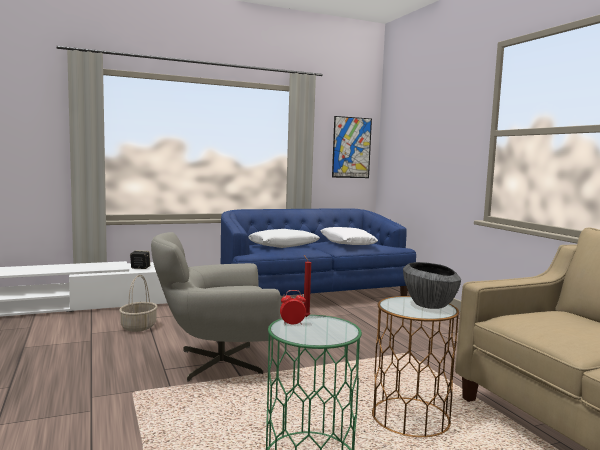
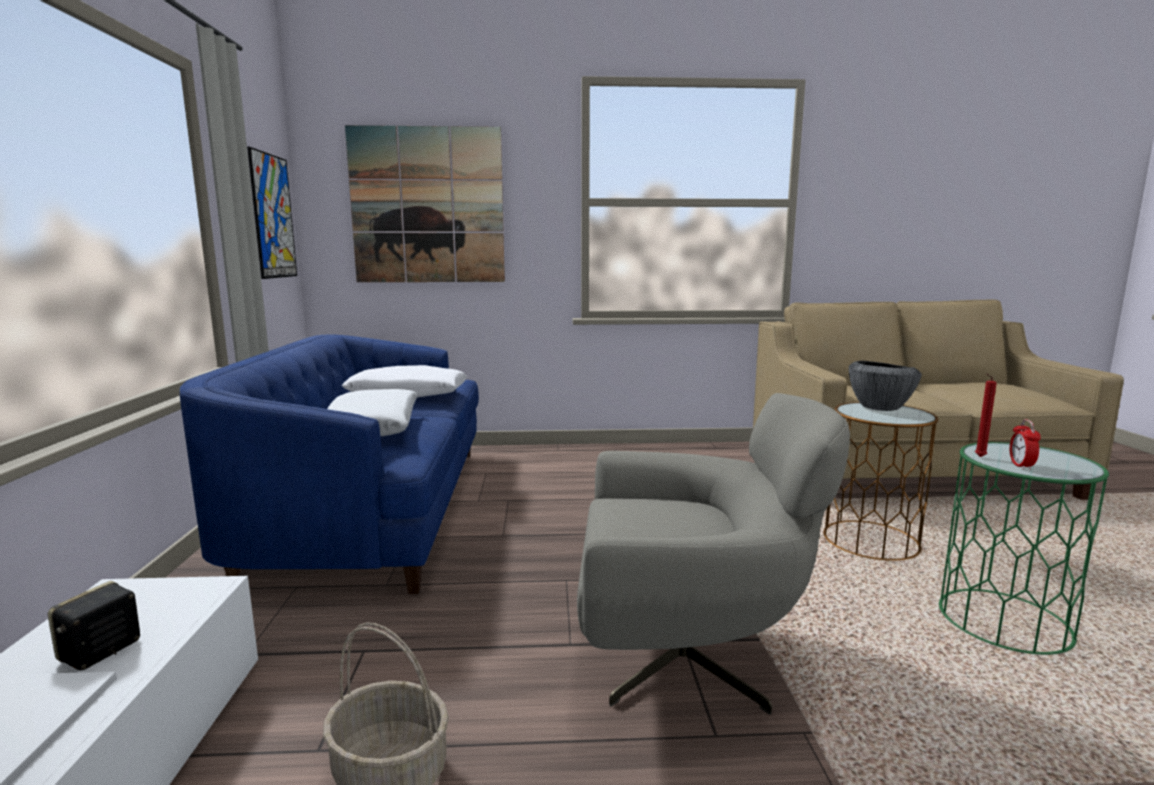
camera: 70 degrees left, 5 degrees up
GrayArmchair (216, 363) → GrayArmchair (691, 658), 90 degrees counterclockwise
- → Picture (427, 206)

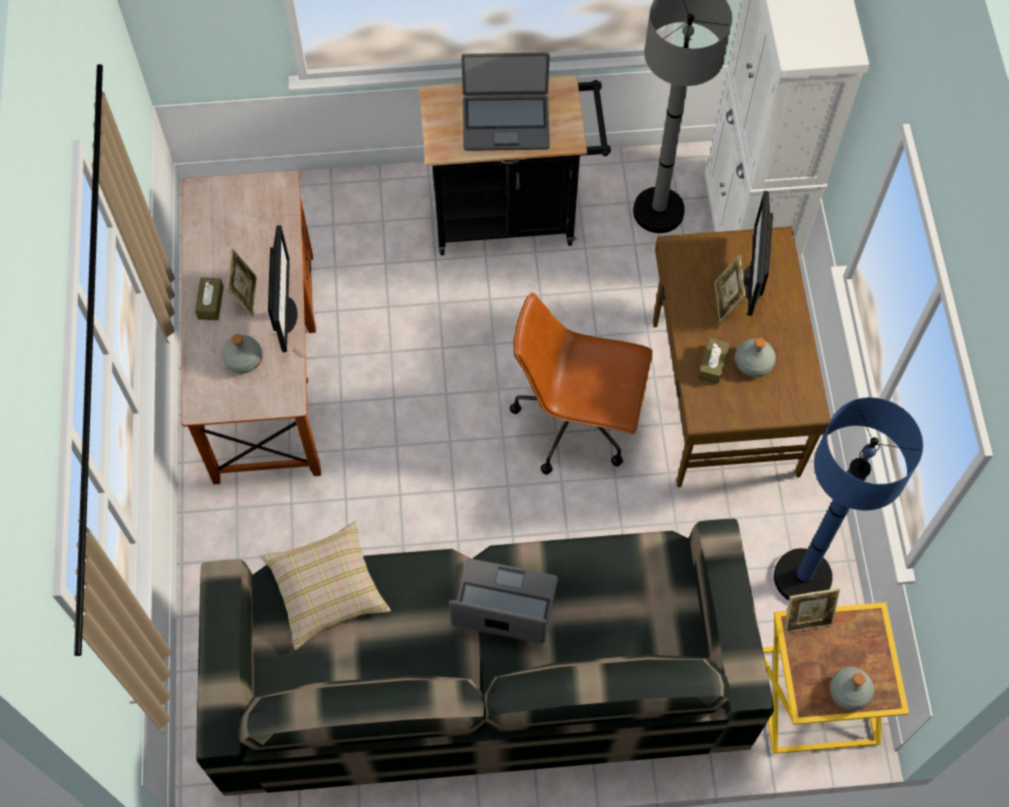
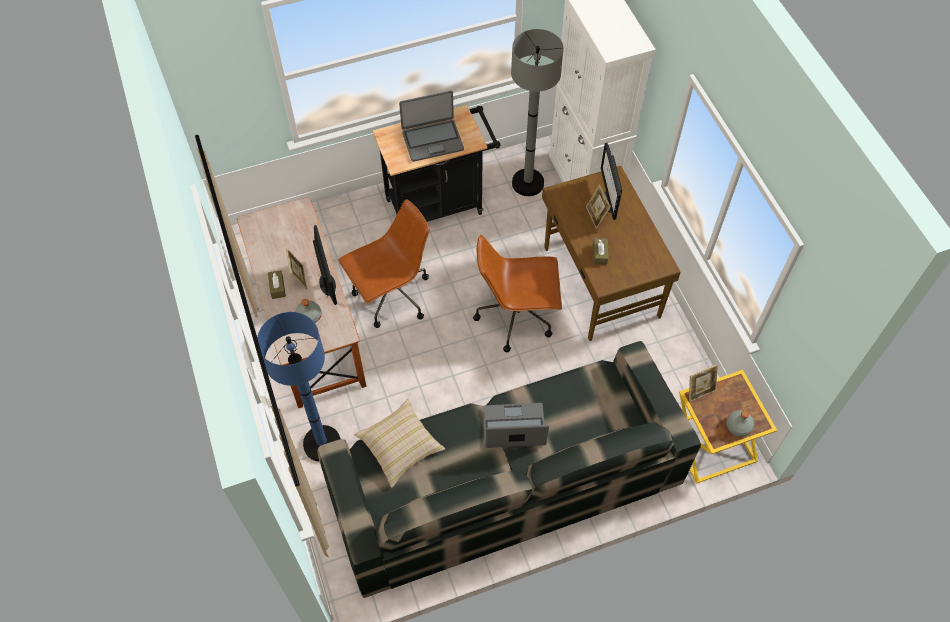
camera: 15 degrees left, 5 degrees down
GrayDrinkBottle (753, 362) → -
BlueStandardLamp (802, 577) → BlueStandardLamp (322, 444), move
- → BrownComputerChair (391, 297)

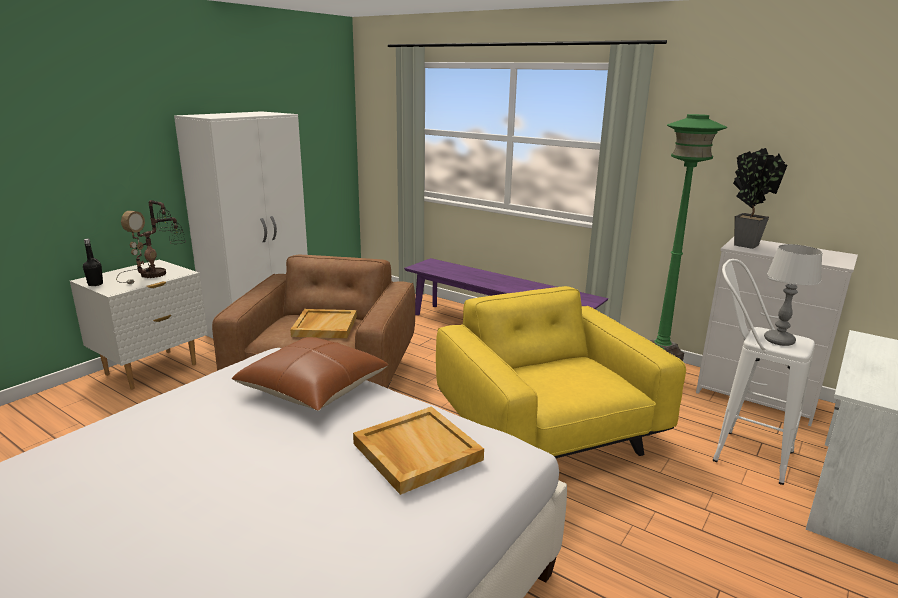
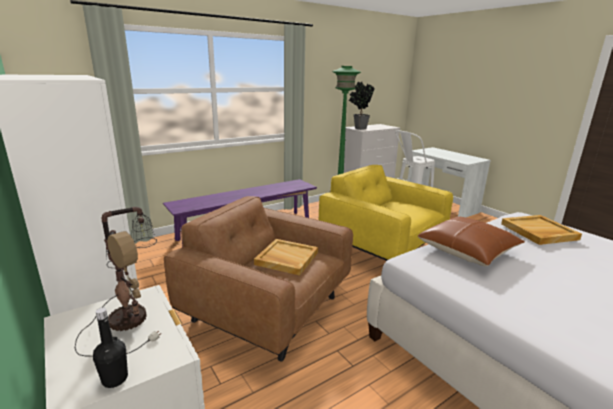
camera: 70 degrees left, 0 degrees up
TabletopLamp (778, 341) → -
YellowArmchair (546, 433) → YellowArmchair (382, 246), 45 degrees clockwise

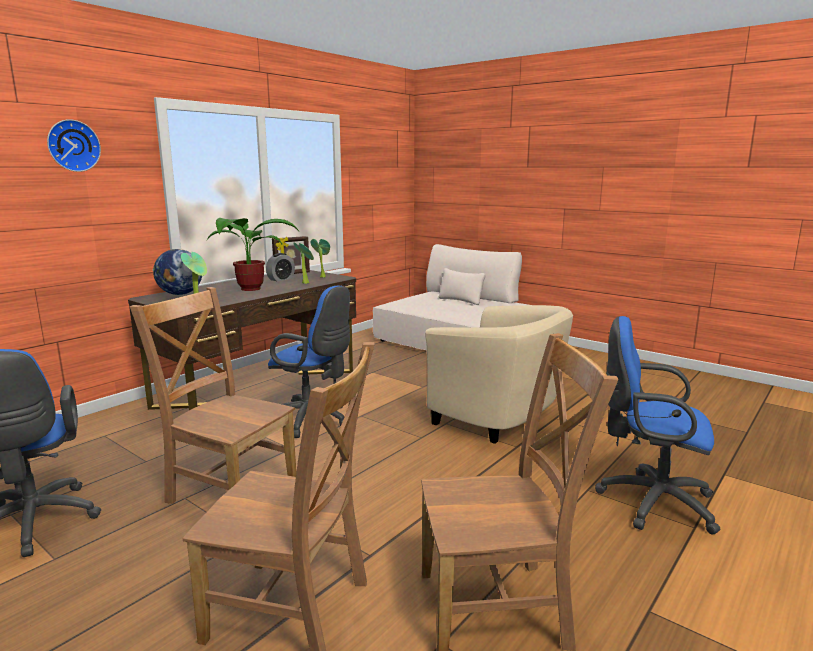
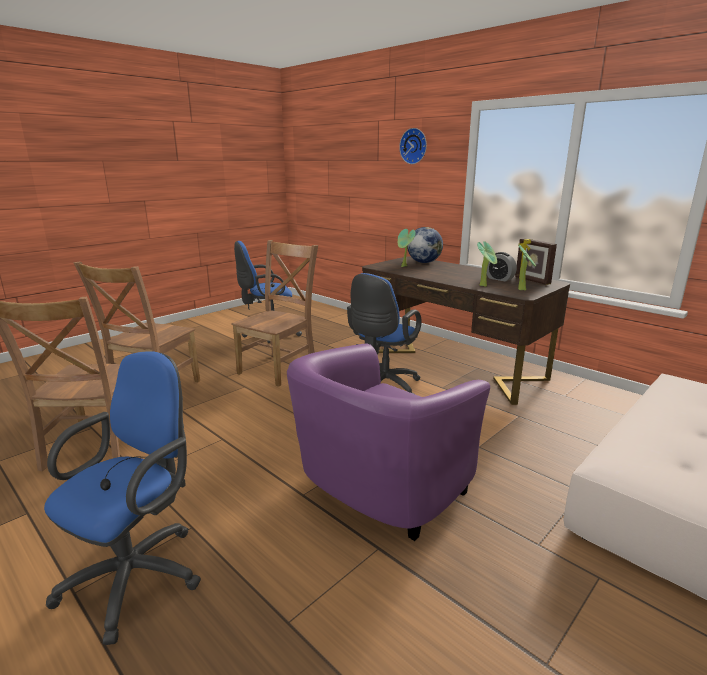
camera: 95 degrees right, 5 degrees up
Houseplant (249, 290) → -
SandColouredArmchair (500, 419) → PurpleColouredArmchair (377, 494)

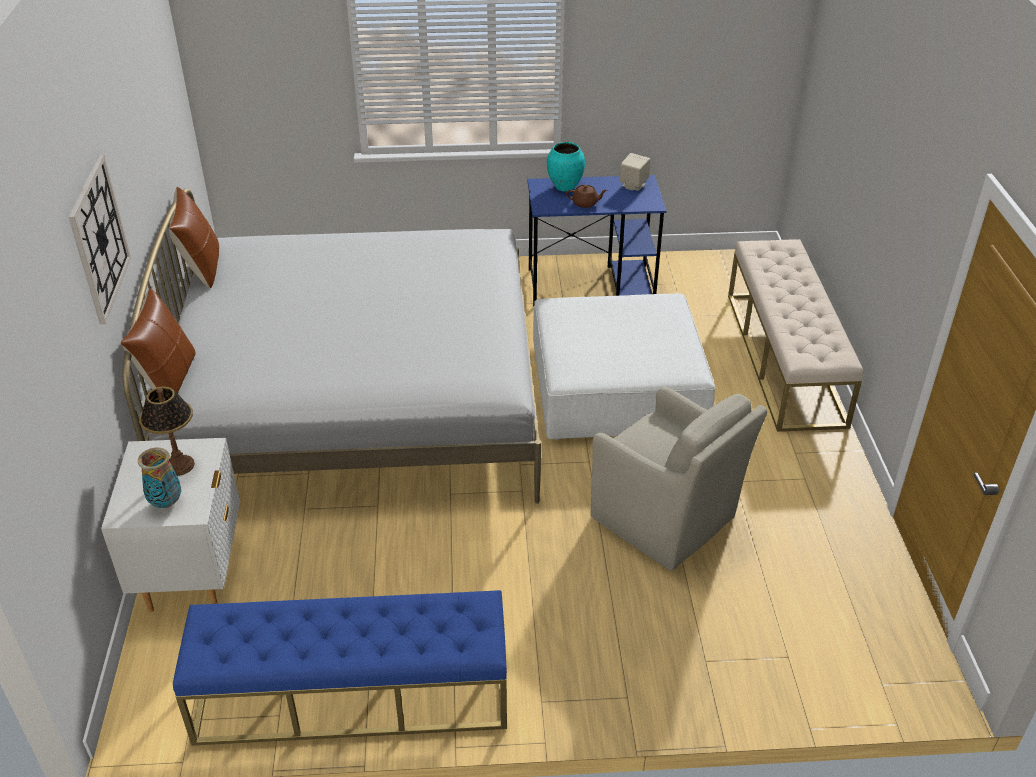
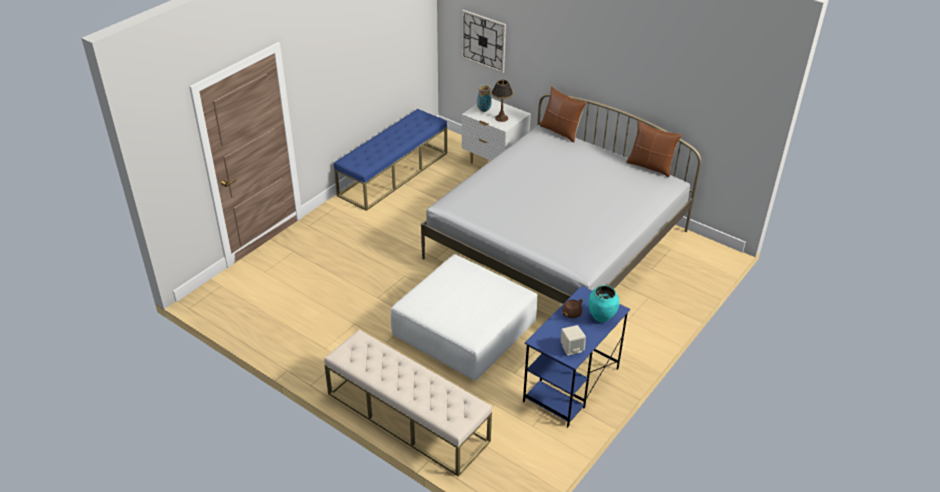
camera: 130 degrees right, 0 degrees up
HangingClock (99, 239) → HangingClock (483, 41), move
SandColouredArmchair (666, 520) → -

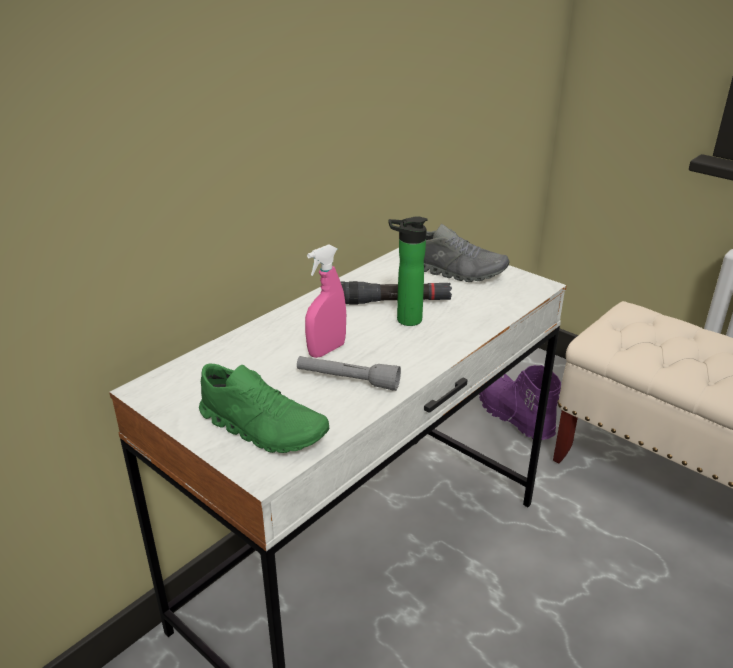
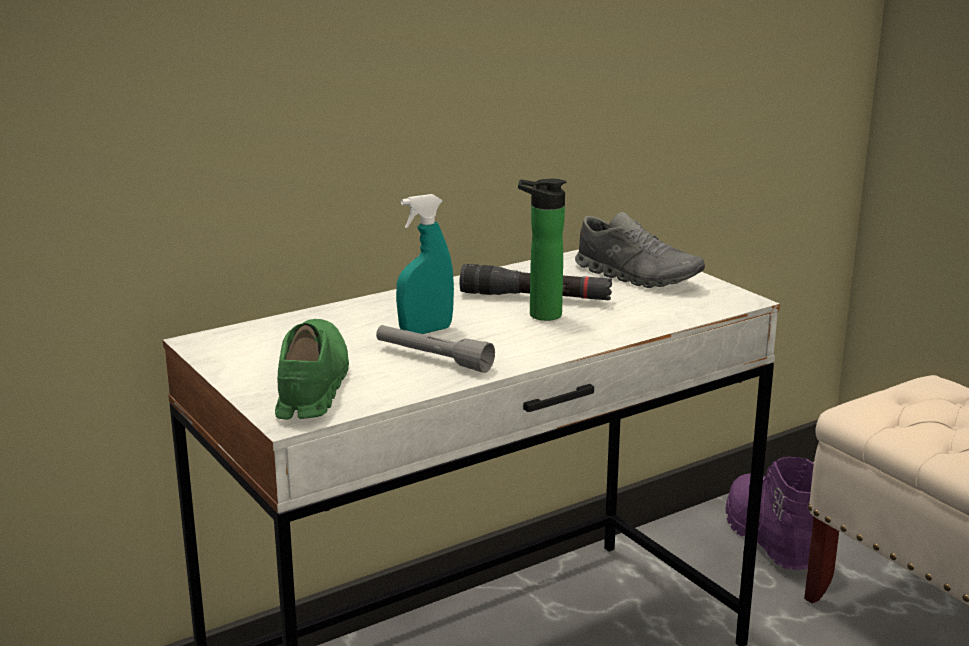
camera: 15 degrees right, 10 degrees down
PinkColouredSprayer (326, 350) → BlueGreenSprayer (425, 331)
GreenishLowShoe (263, 428) → GreenishLowShoe (310, 386), 135 degrees counterclockwise

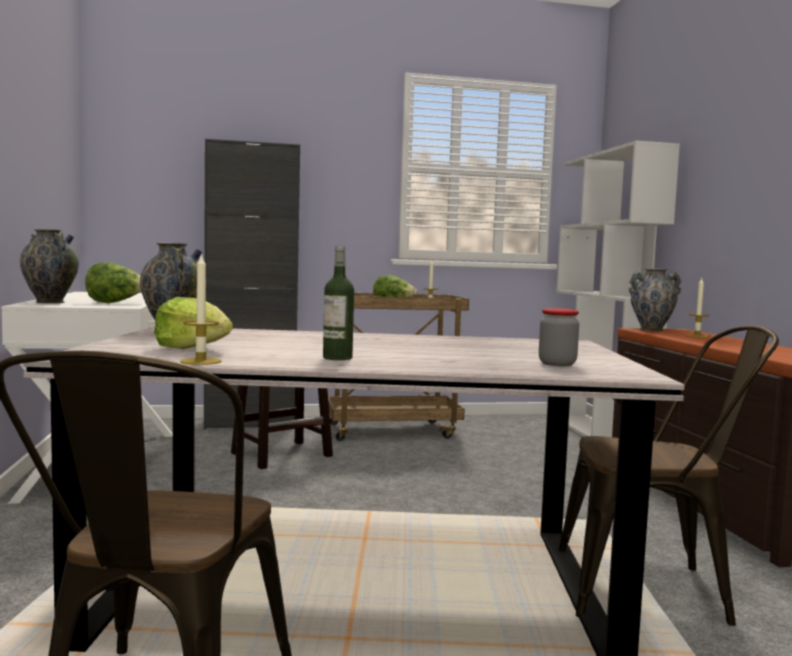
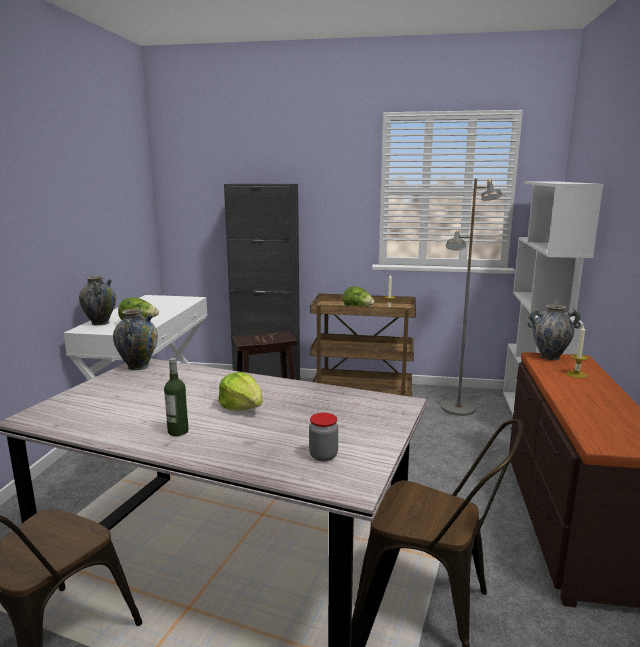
camera: 20 degrees right, 10 degrees up
WaxCandle (201, 361) → -
HeadOfLettuce (193, 348) → HeadOfLettuce (242, 407), move
- → GrayStandardLamp (458, 409)

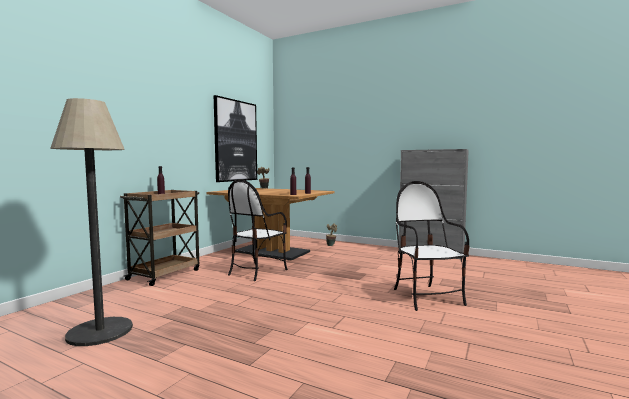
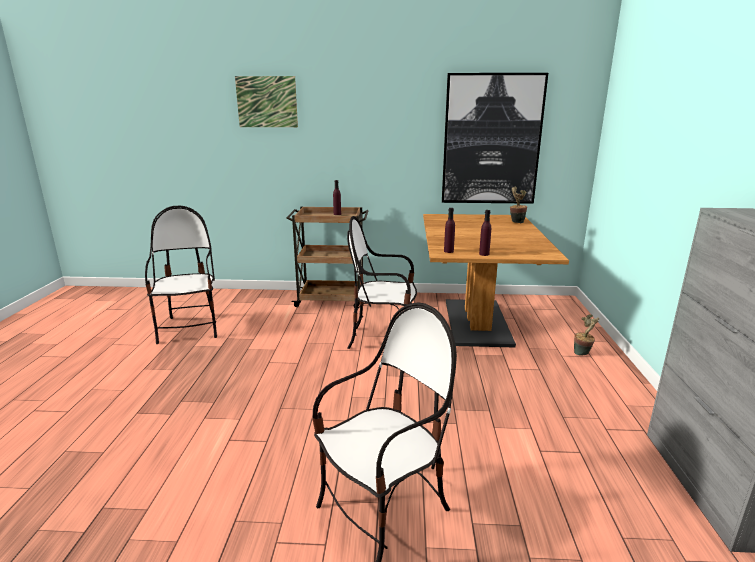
camera: 65 degrees right, 15 degrees up
StandardLamp (100, 331) → UprightChair (190, 328)
- → Picture (267, 102)

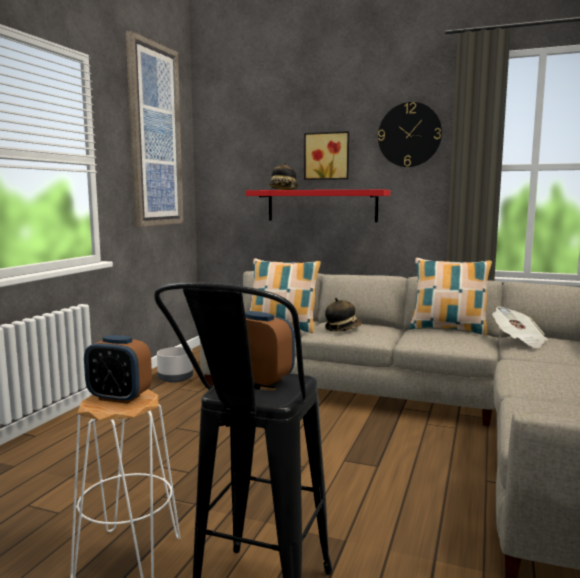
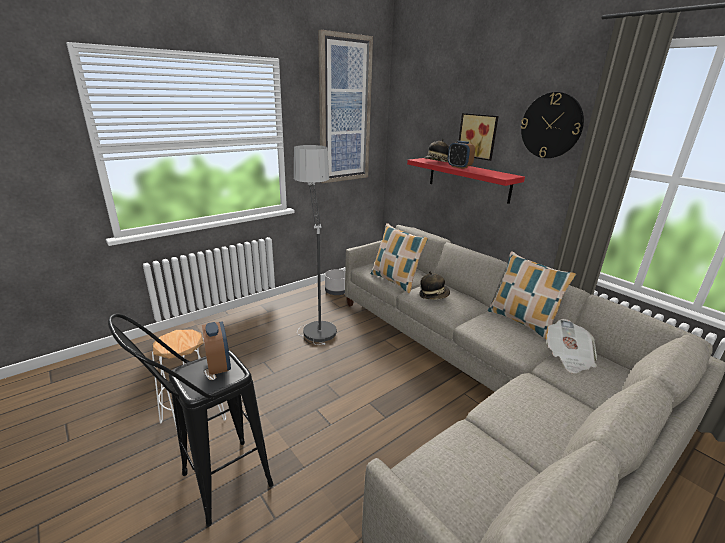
camera: 30 degrees right, 15 degrees up
AlarmClock (119, 398) → AlarmClock (459, 167), move
- → StandardLamp (315, 319)

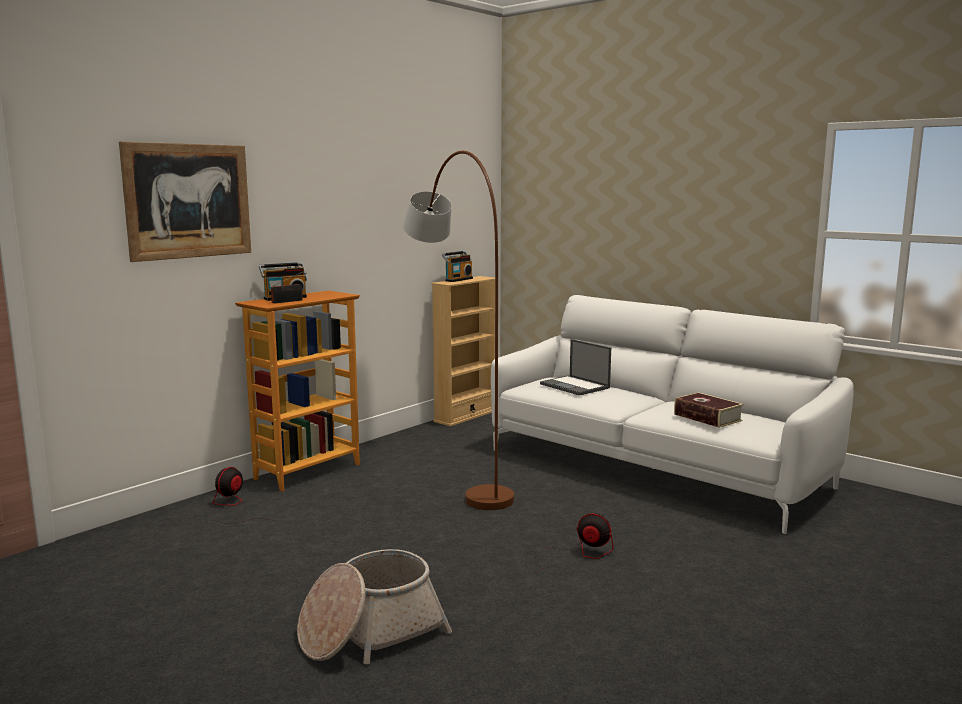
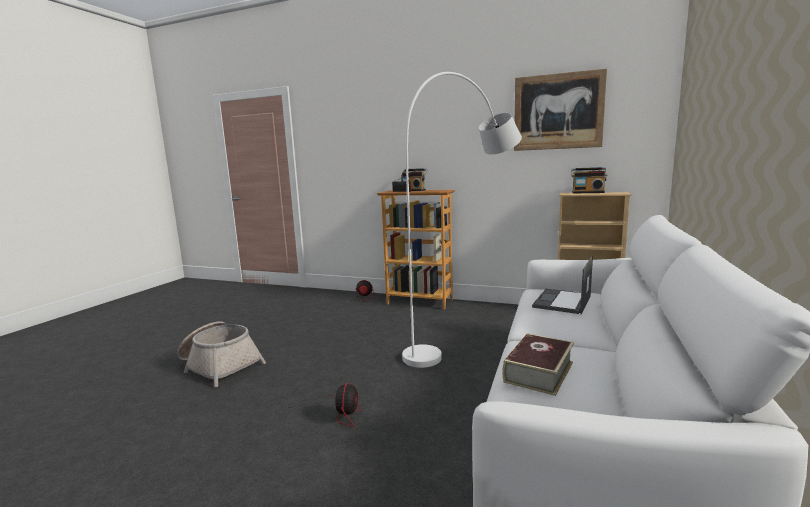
camera: 70 degrees right, 0 degrees up
Picture (188, 201) → Picture (558, 112), move
BrownStandardLamp (454, 470) → WhitishStandardLamp (467, 335)

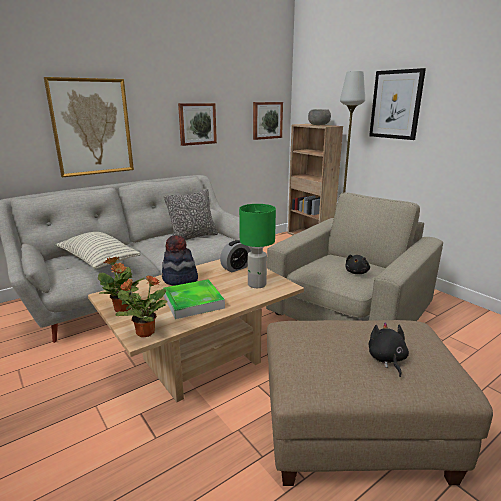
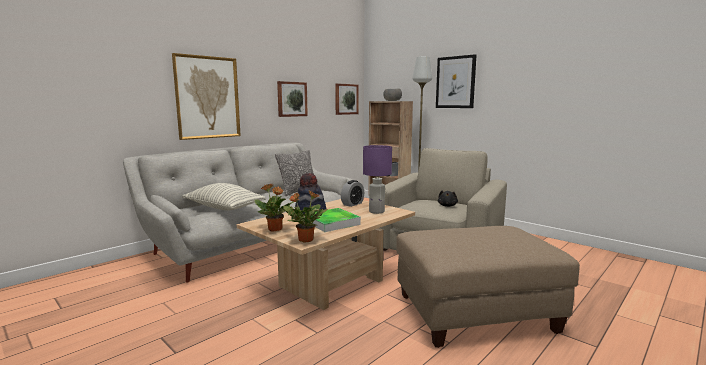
camera: 10 degrees left, 10 degrees down
GreenishTabletopLamp (257, 284) → PurpleColouredTabletopLamp (377, 211)
BlackSoftToy (386, 359) → -

